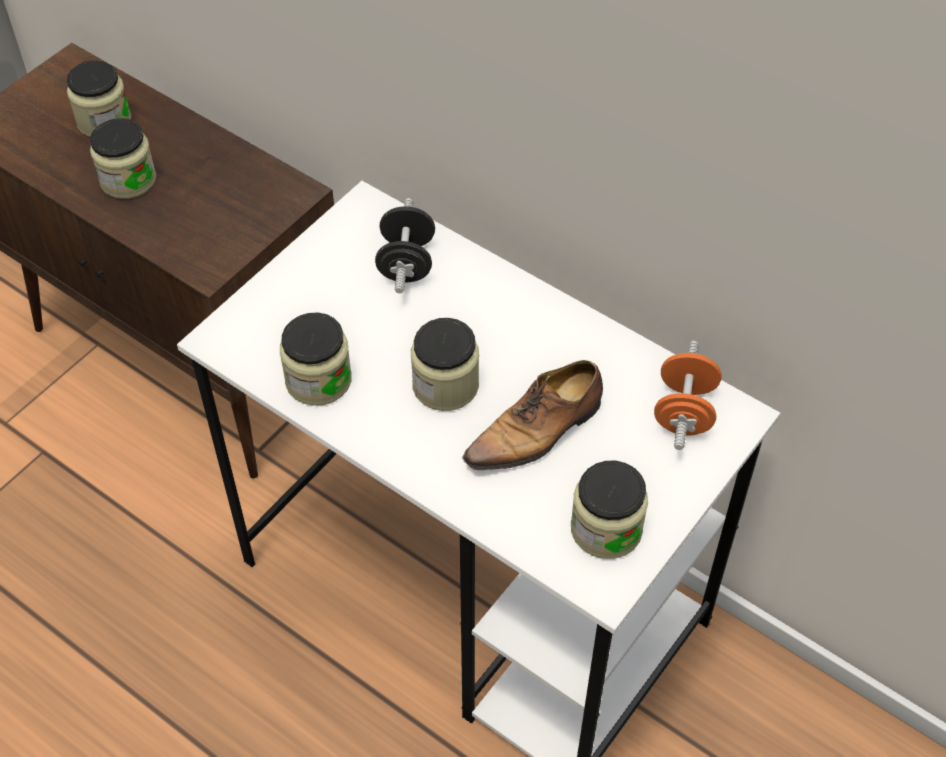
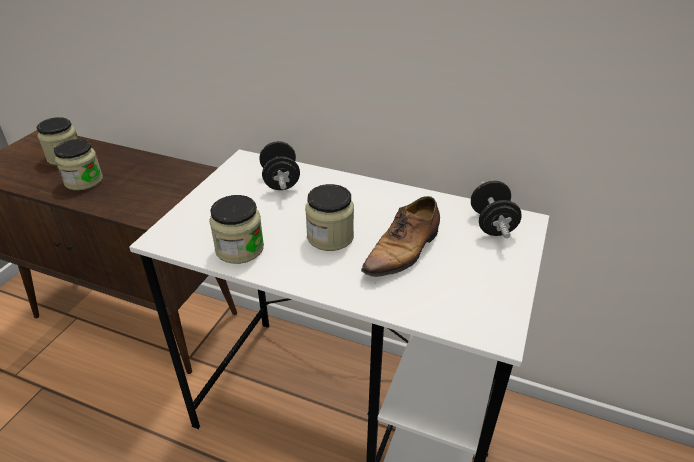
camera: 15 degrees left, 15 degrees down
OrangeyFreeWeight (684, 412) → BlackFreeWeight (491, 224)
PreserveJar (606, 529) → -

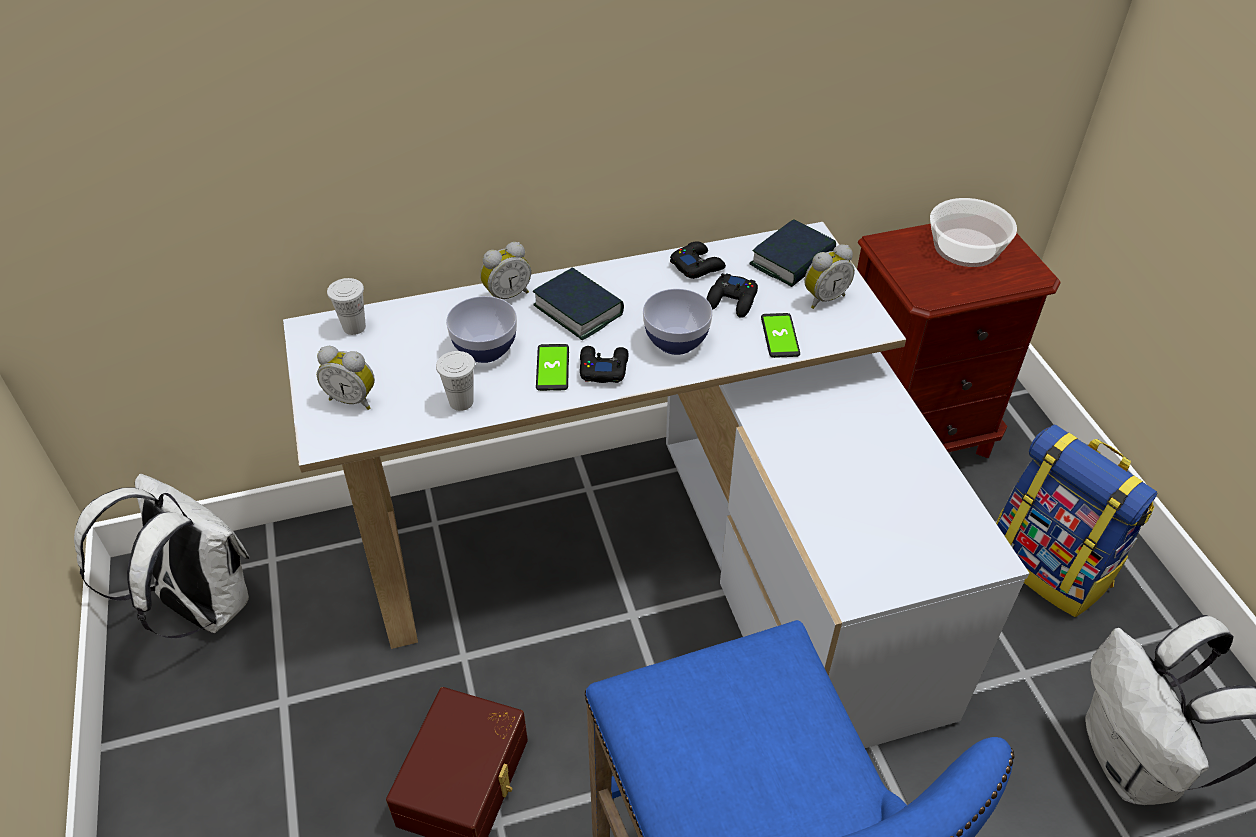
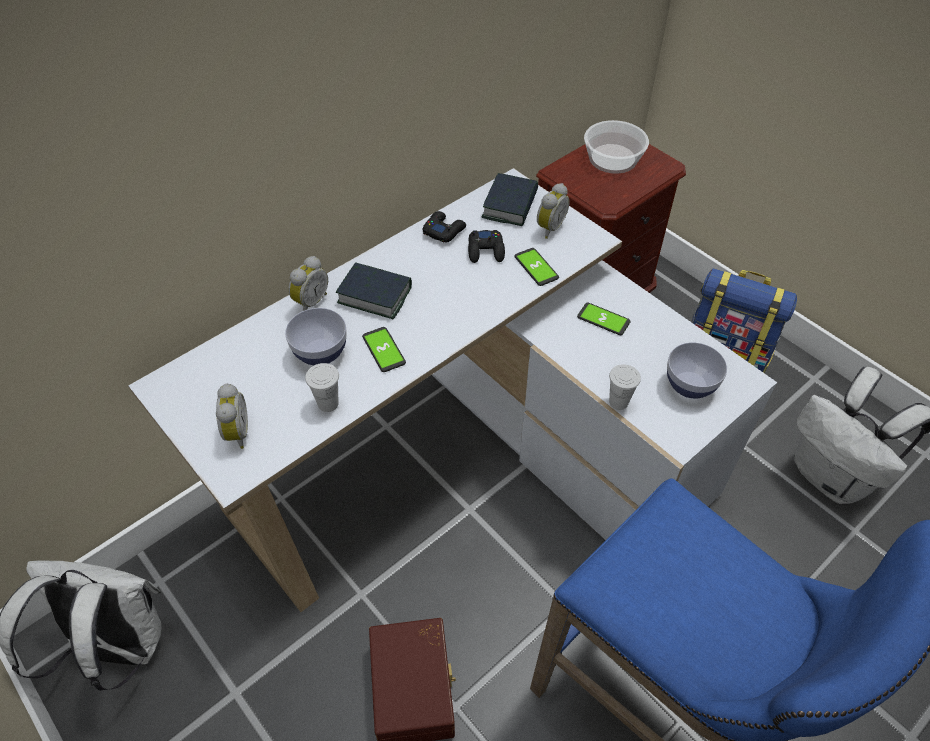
camera: 25 degrees left, 5 degrees up
WhitishSmallCup (354, 327) → WhitishSmallCup (618, 402), move
ServingBowl (676, 341) → ServingBowl (689, 385), move
AlarmClock (353, 399) → AlarmClock (235, 433), 90 degrees counterclockwise
BlackGameController (603, 368) → -
- → Phone (603, 319)

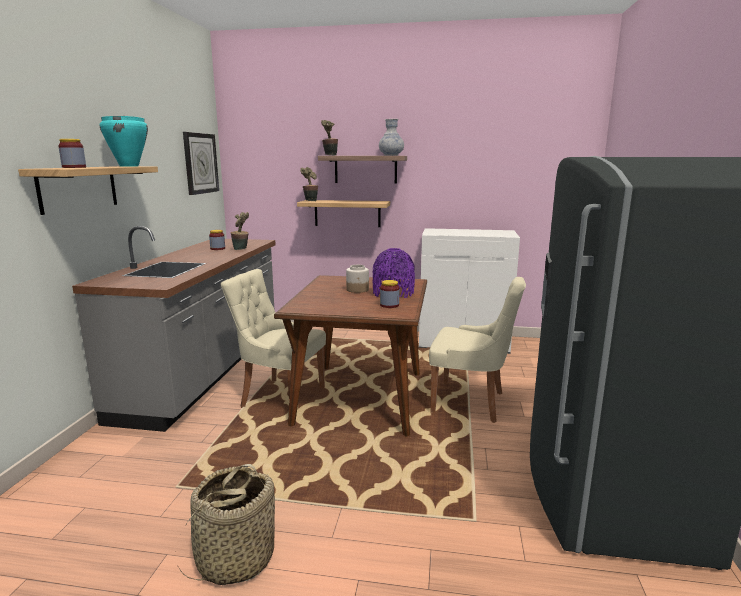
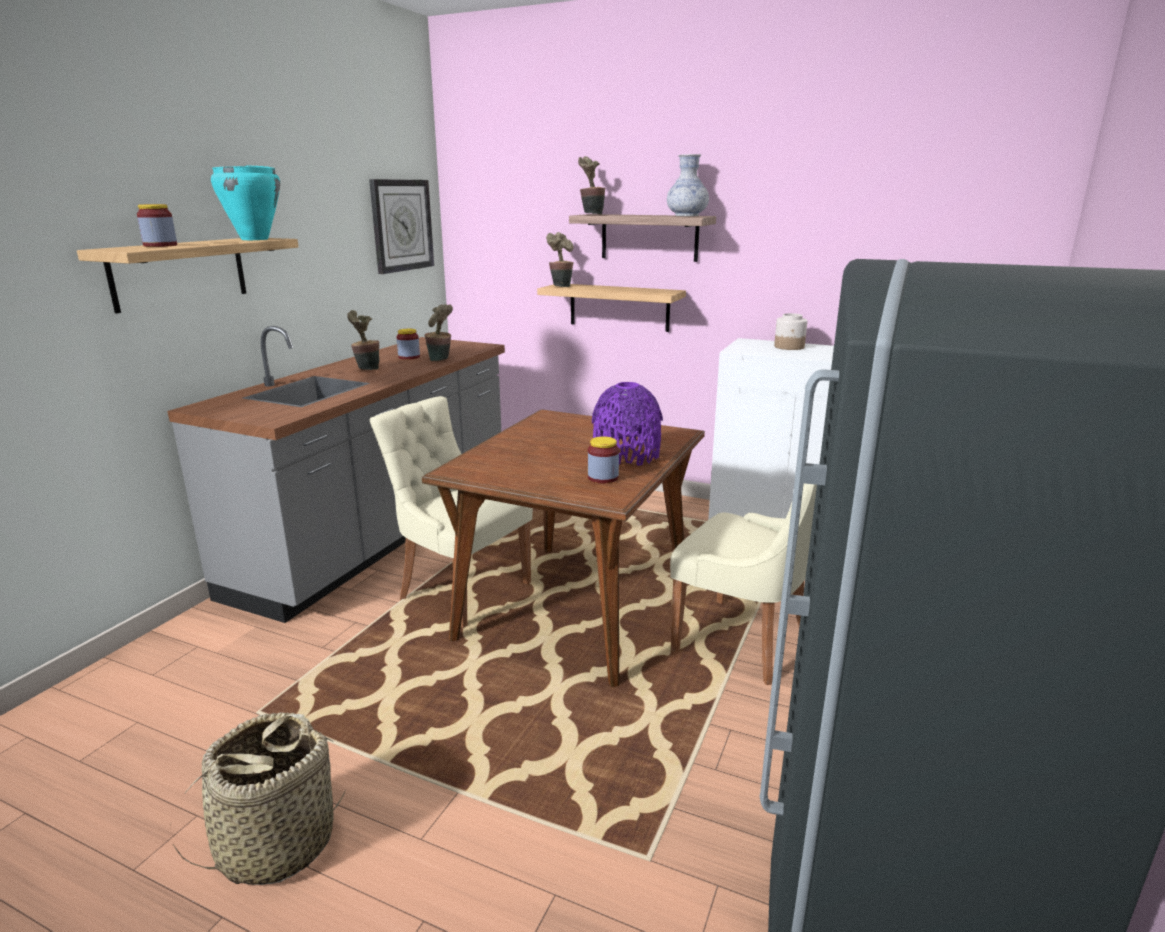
camera: 15 degrees right, 5 degrees up
PreserveJar (357, 290) → PreserveJar (789, 347), move
- → Houseplant (366, 369)

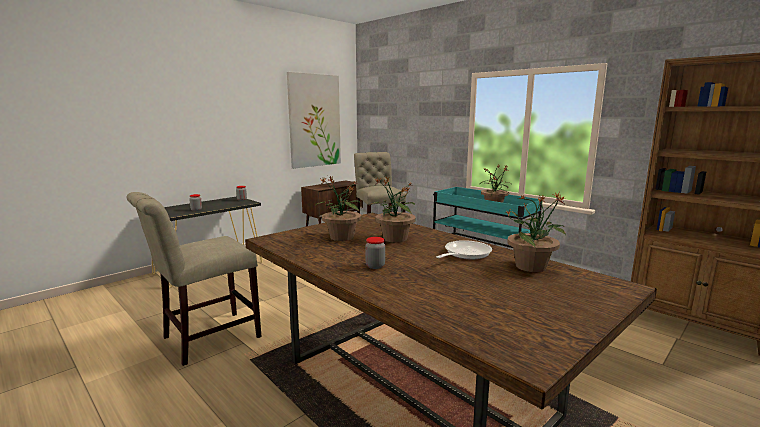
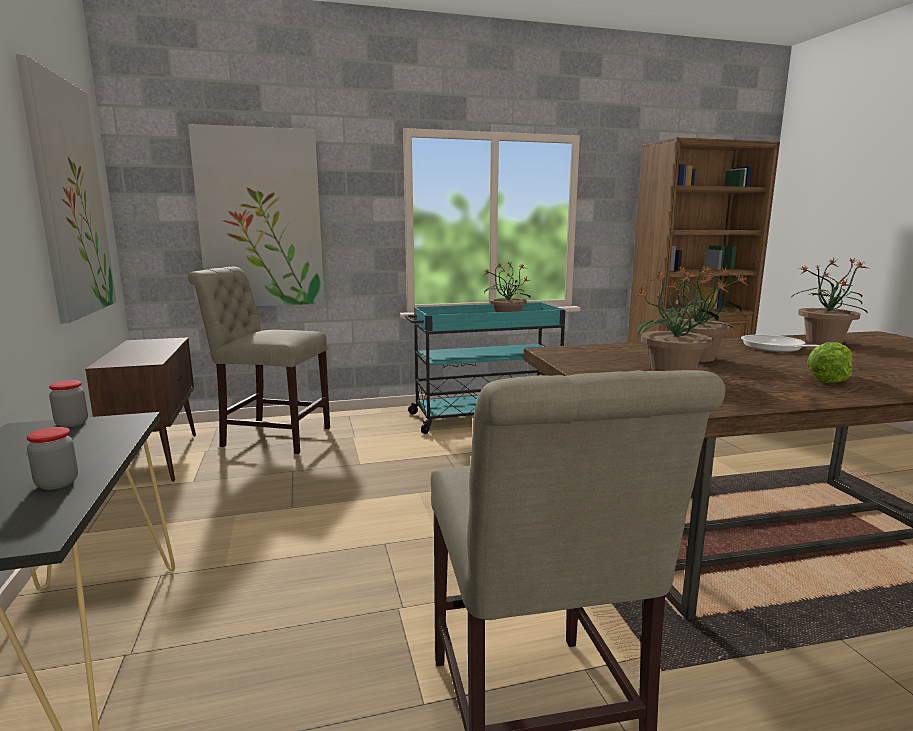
camera: 60 degrees left, 0 degrees up
PreserveJar (375, 266) → HeadOfLettuce (829, 379)
- → Picture (260, 219)

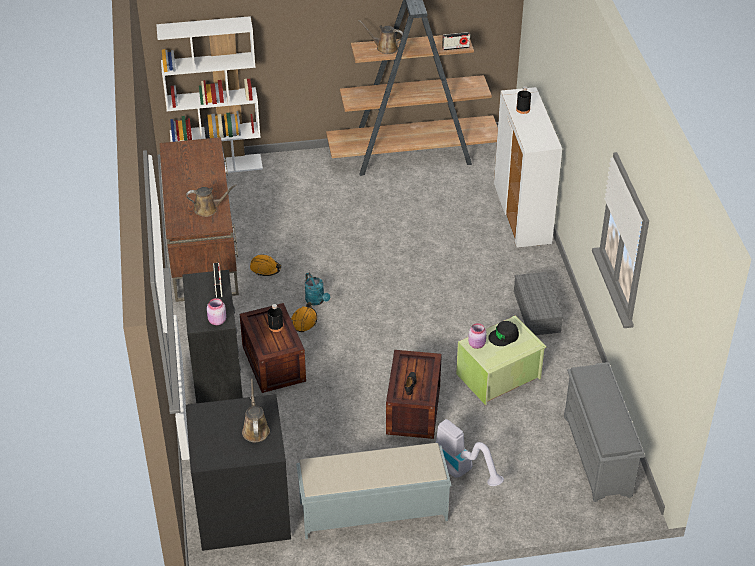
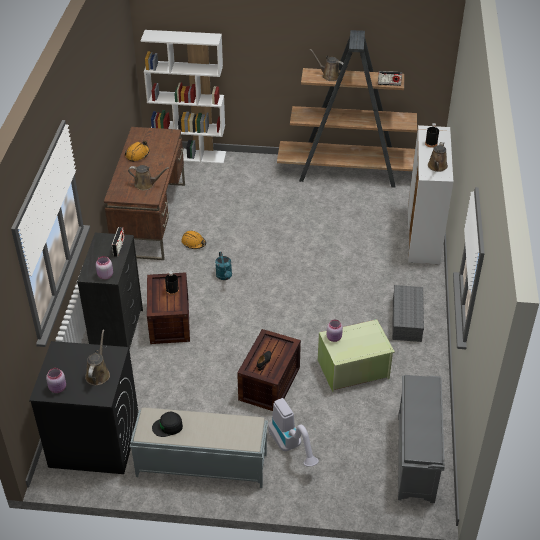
camera: 15 degrees right, 0 degrees up
OrangeyWorkHelmet (304, 321) → OrangeyWorkHelmet (137, 154), move
BlackCap (504, 336) → BlackCap (168, 426), move
- → BrownSprinklingCan (437, 167)
- → PinkColouredPreserveJar (58, 388)

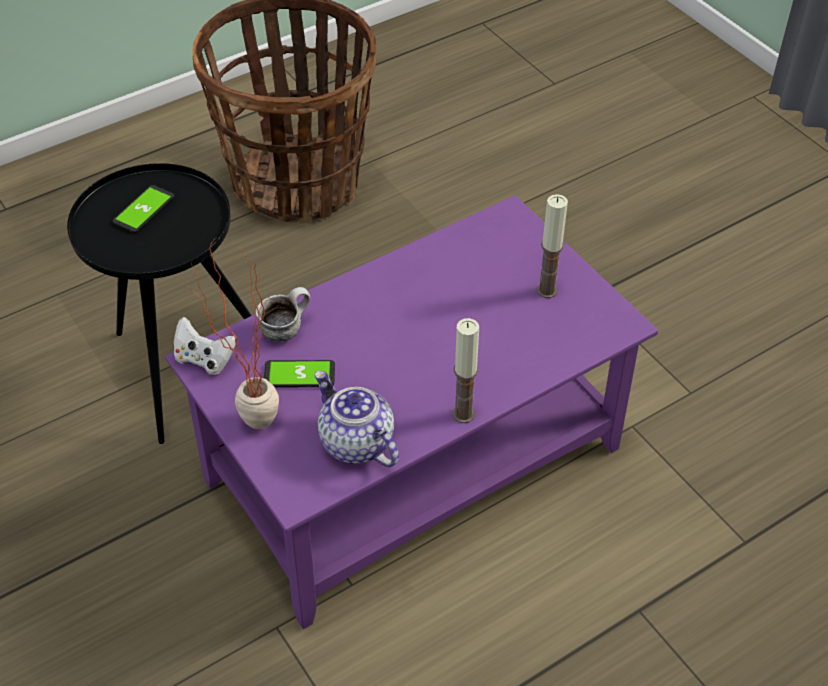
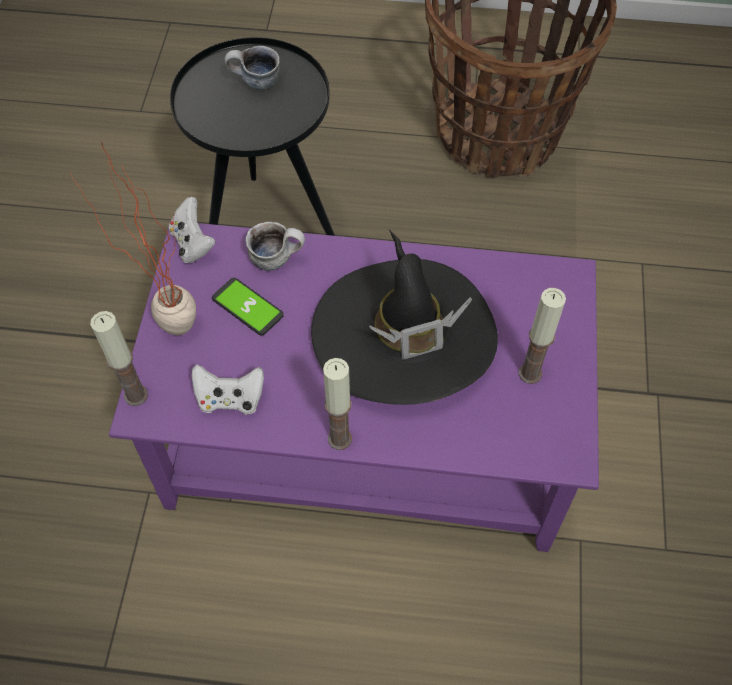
camera: 40 degrees right, 10 degrees up
Phone (144, 210) → Mug (255, 84)
TeaPot (355, 442) → WhitishGameController (230, 399)
- → BlackWearableHat (404, 335)
- → WaxCandle (136, 395)

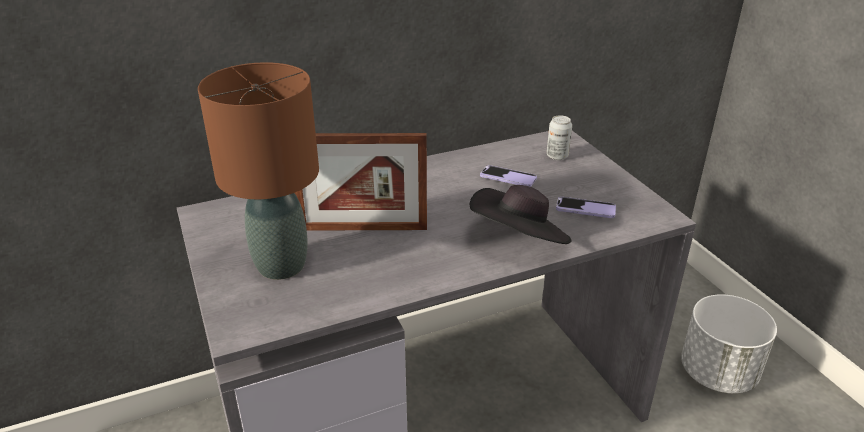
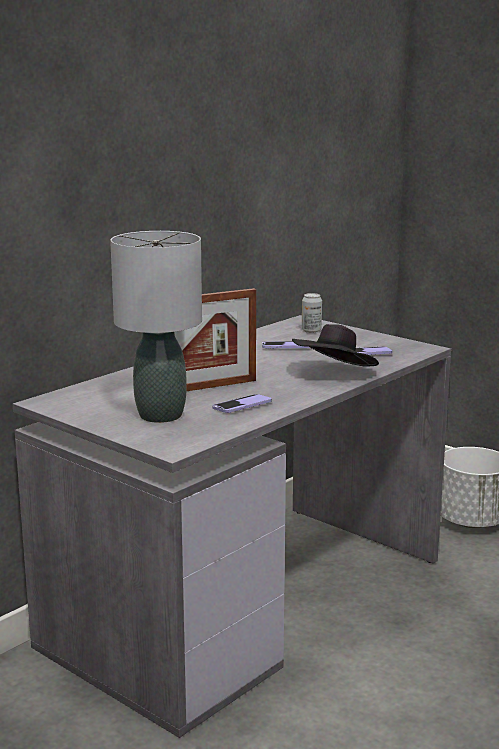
camera: 25 degrees left, 15 degrees down
BrownTabletopLamp (281, 266) → GrayTabletopLamp (161, 415)
- → Phone (242, 405)

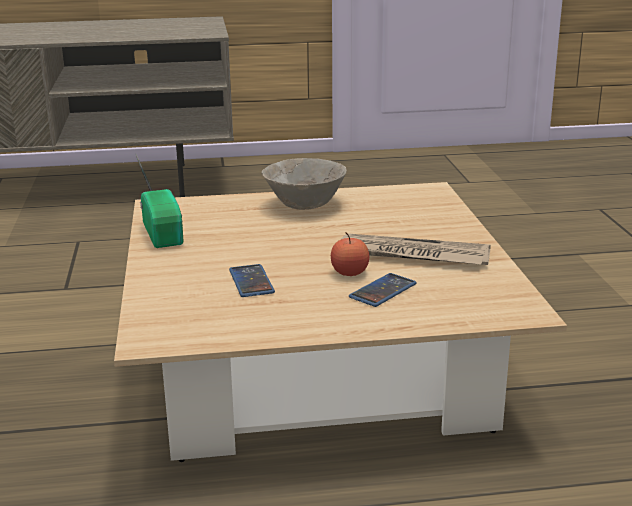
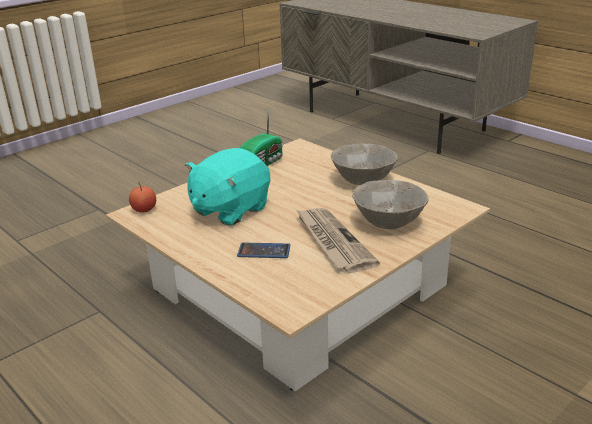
camera: 55 degrees right, 5 degrees up
Apple (349, 272) → Apple (144, 209), move
Phone (251, 281) → BlueGreenSoftToy (229, 209)
- → GrayServingBowl (388, 223)

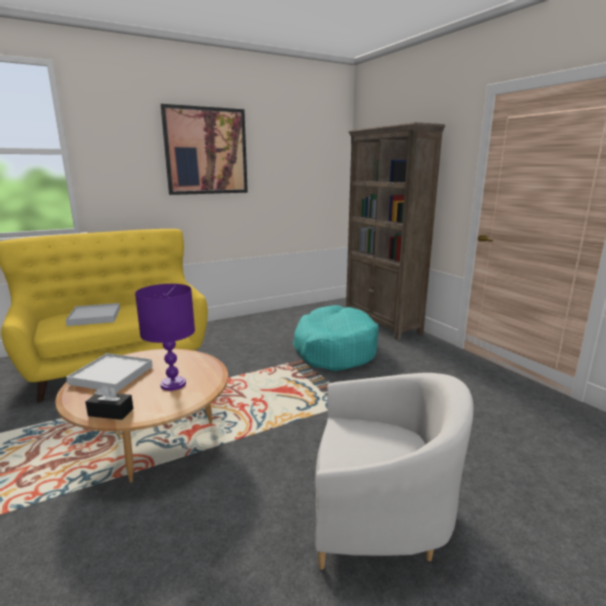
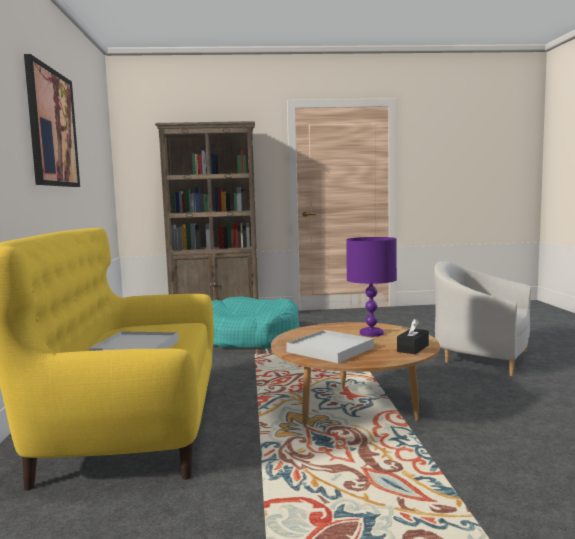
camera: 65 degrees left, 10 degrees down
WhitishArmchair (379, 515) → WhitishArmchair (481, 357), 90 degrees counterclockwise

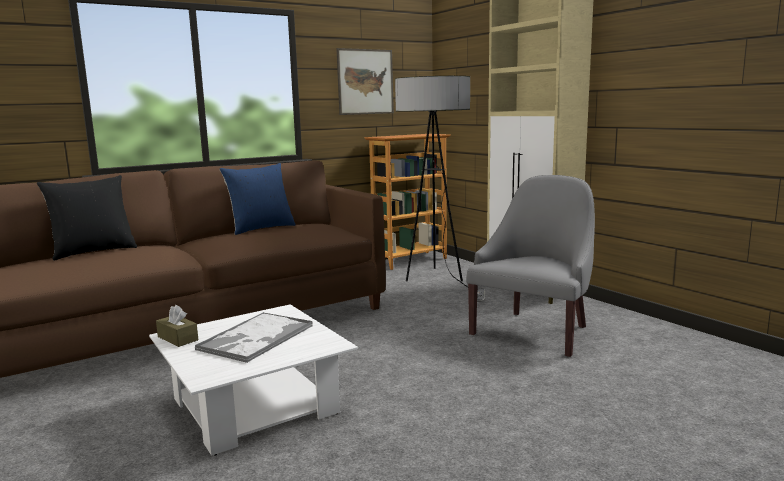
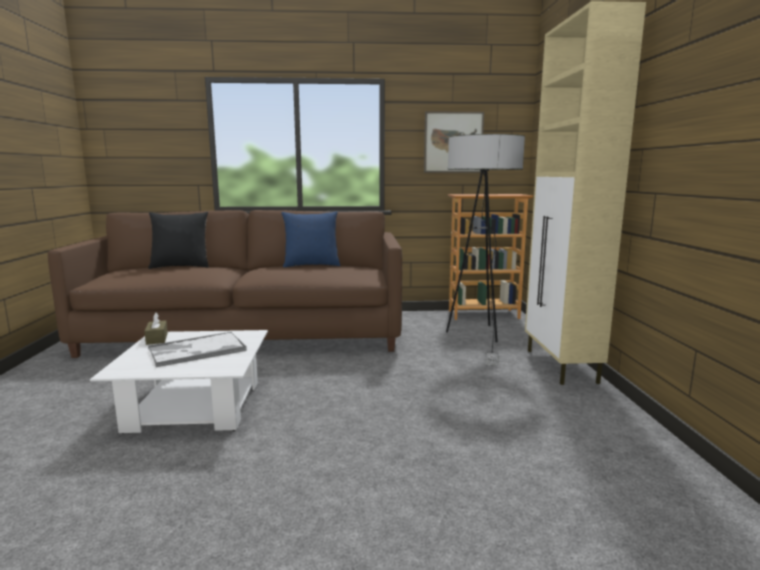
camera: 30 degrees right, 0 degrees up
GrayArmchair (534, 331) → -

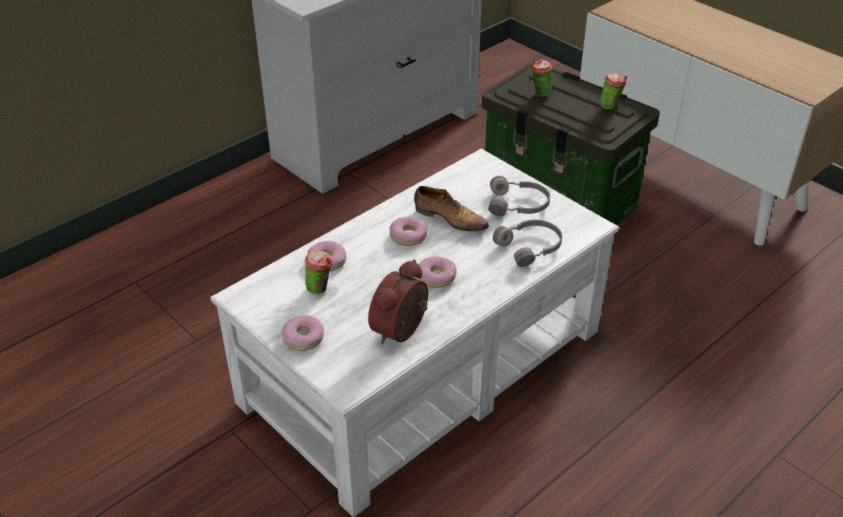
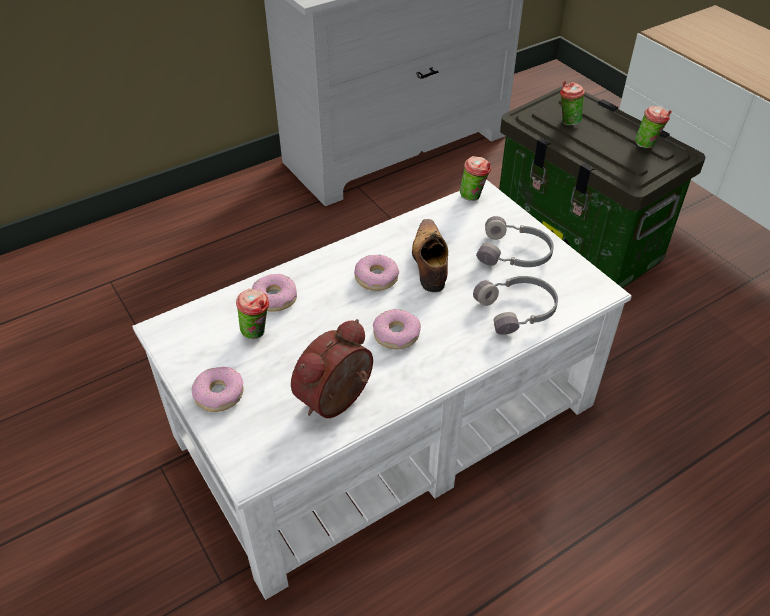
camera: 10 degrees right, 5 degrees up
LowShoe (449, 219) → LowShoe (429, 262), 135 degrees counterclockwise
- → SmallCup (473, 197)

